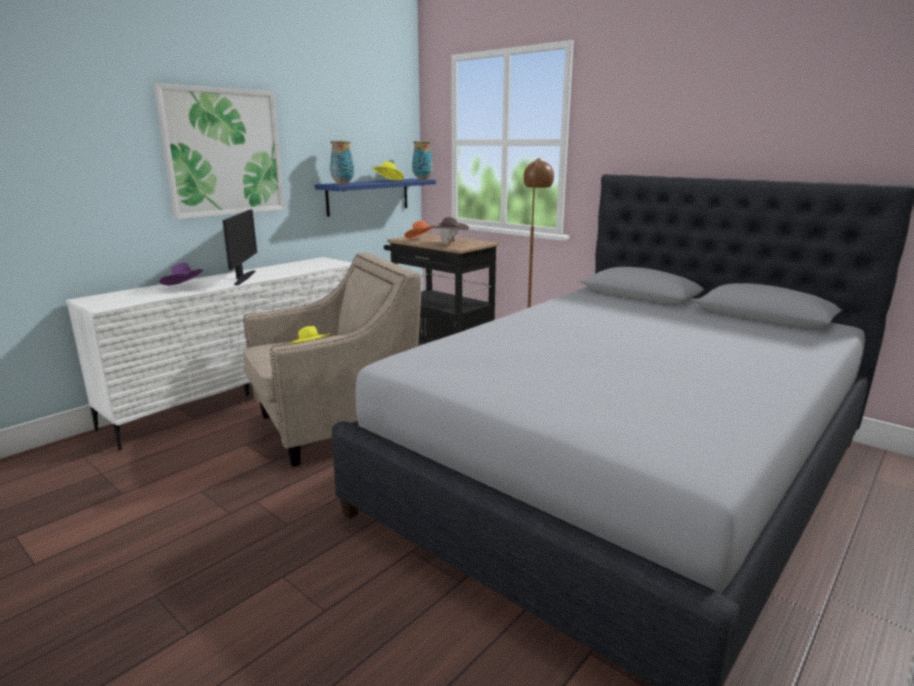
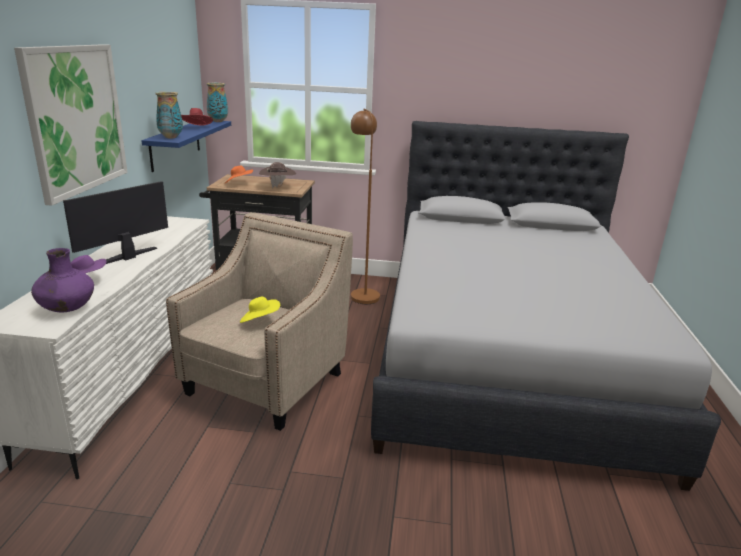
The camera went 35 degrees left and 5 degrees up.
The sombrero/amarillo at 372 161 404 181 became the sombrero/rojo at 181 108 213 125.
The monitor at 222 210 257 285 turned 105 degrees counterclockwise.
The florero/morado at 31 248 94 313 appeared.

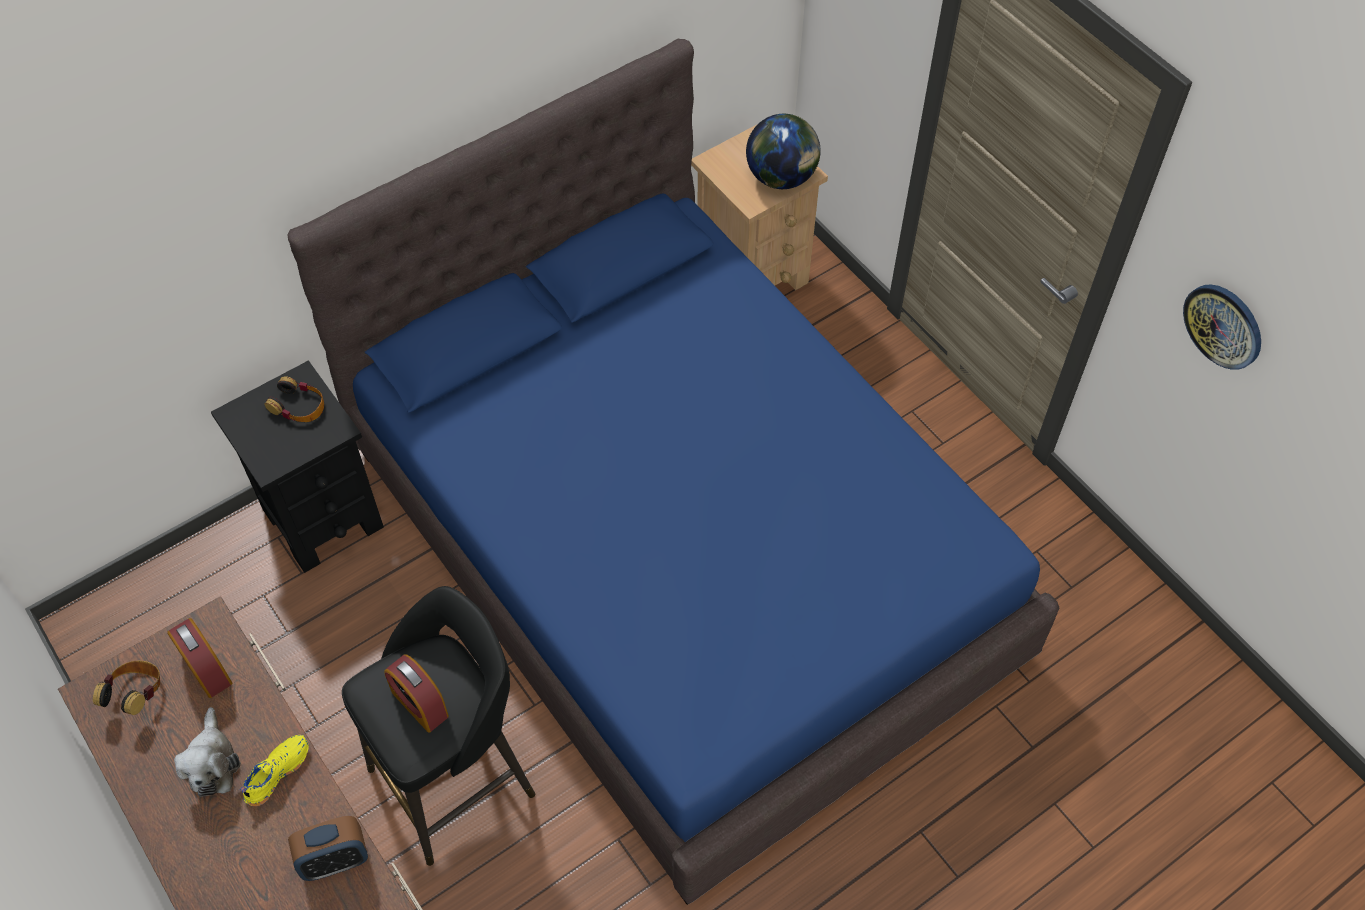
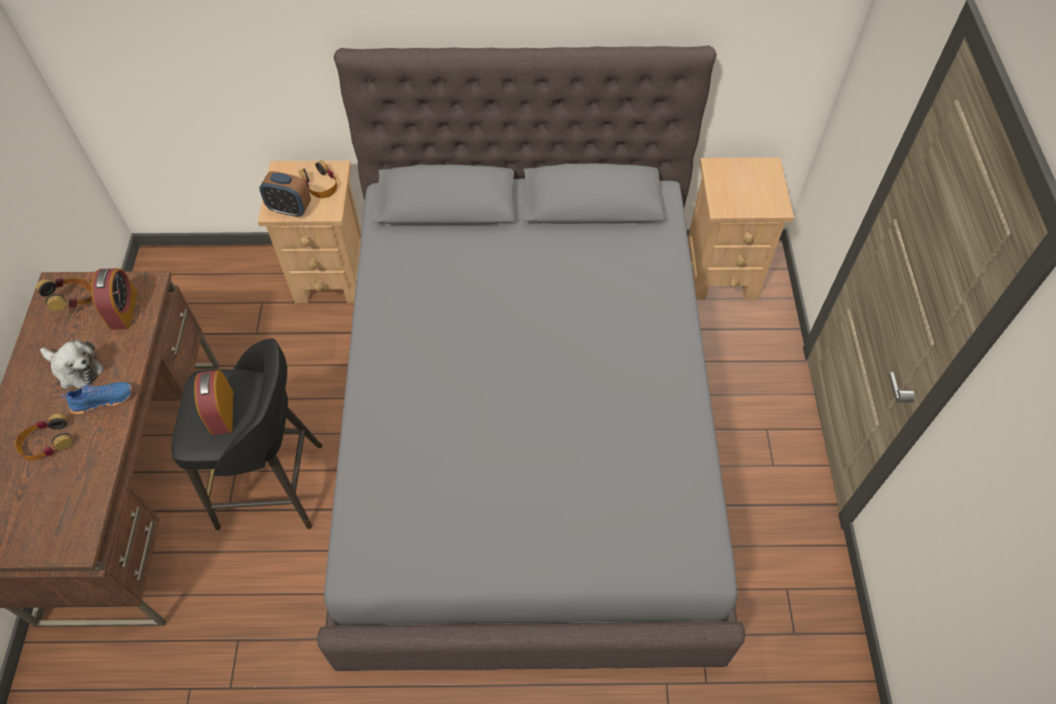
The camera went 35 degrees right and 0 degrees up.
The cama/azul at 288 38 1059 905 became the cama/gris at 317 45 745 671.
The globo terráqueo at 746 114 821 189 disappeared.
The reloj de pared at 1183 285 1261 370 disappeared.
The mesita de noche/negro at 211 360 384 573 became the mesita de noche/beis at 258 161 361 303.
The peluche at 174 707 241 797 turned 90 degrees counterclockwise.
The zapato/amarillo at 240 735 309 806 became the zapato/azul at 61 382 132 414.
The despertador moved from 288 816 368 881 to 259 171 311 217.
The auriculares at 15 414 73 460 appeared.

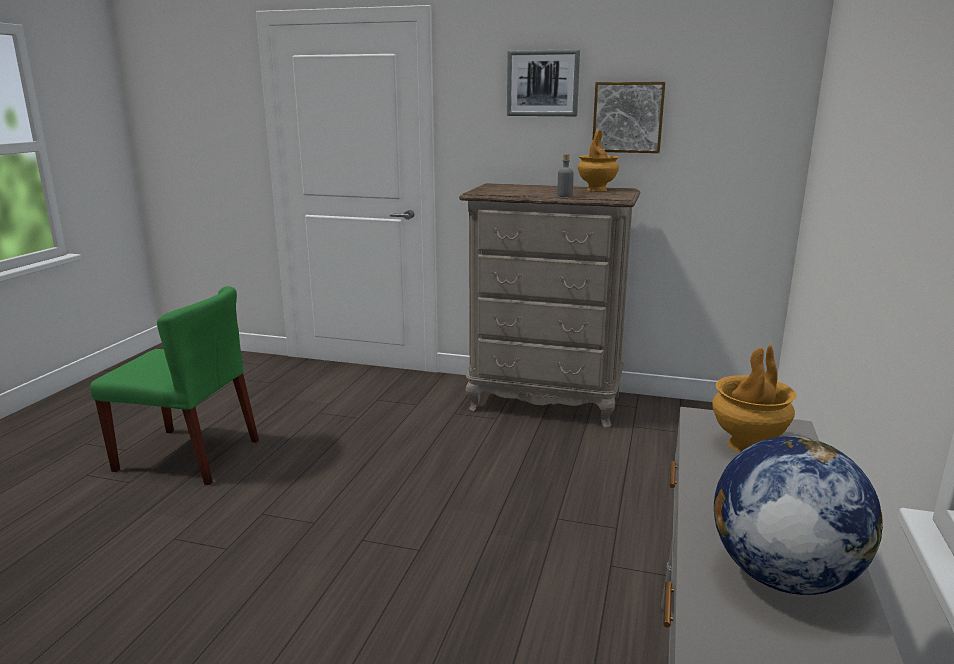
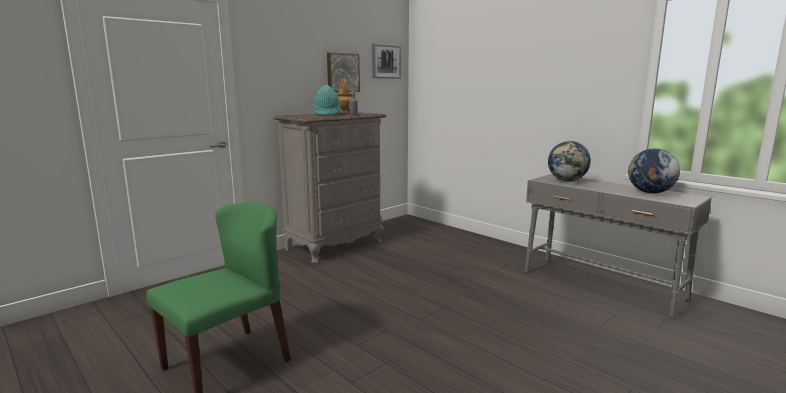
The camera went 60 degrees left and 5 degrees down.
The cuadro moved from 507 49 580 116 to 372 43 401 78.
The florero/marrón at 712 344 796 452 was replaced by the globo terráqueo at 548 141 591 181.
The sombrero/turquesa at 313 85 341 116 appeared.

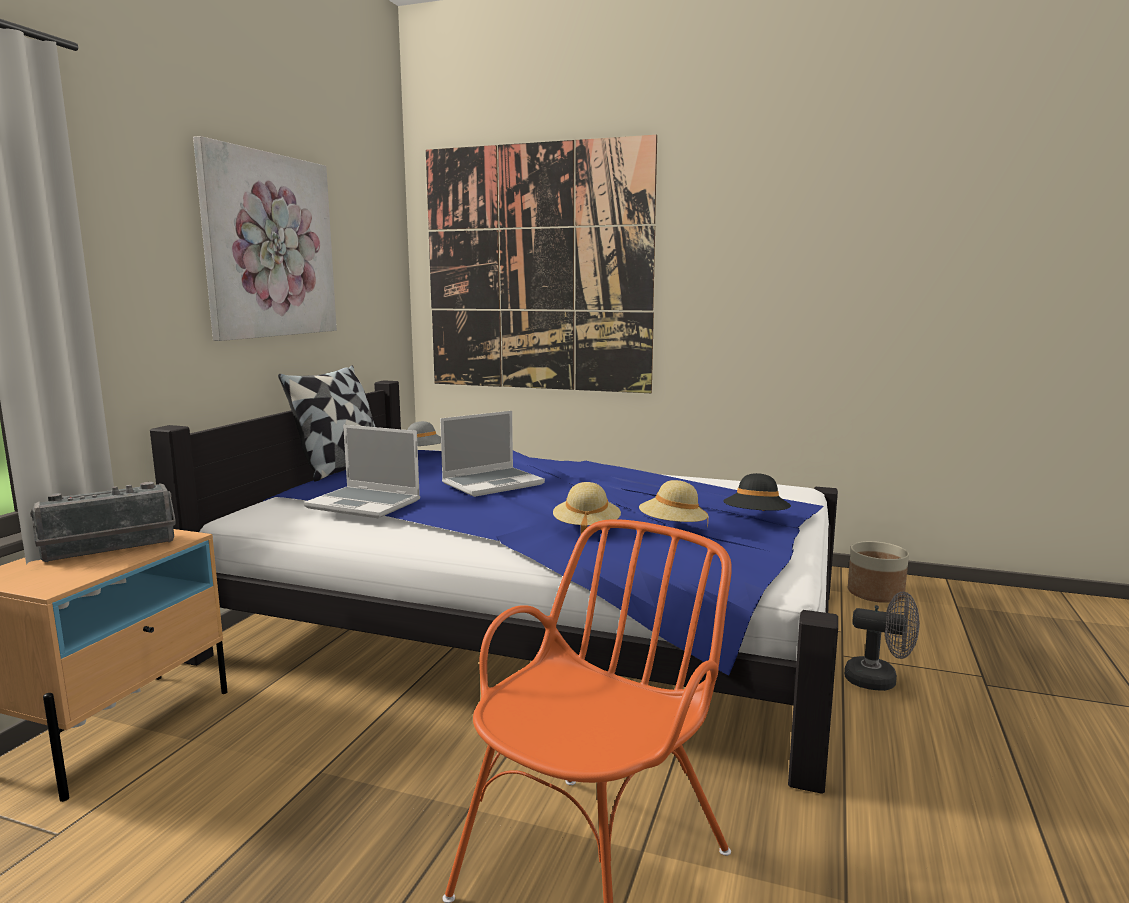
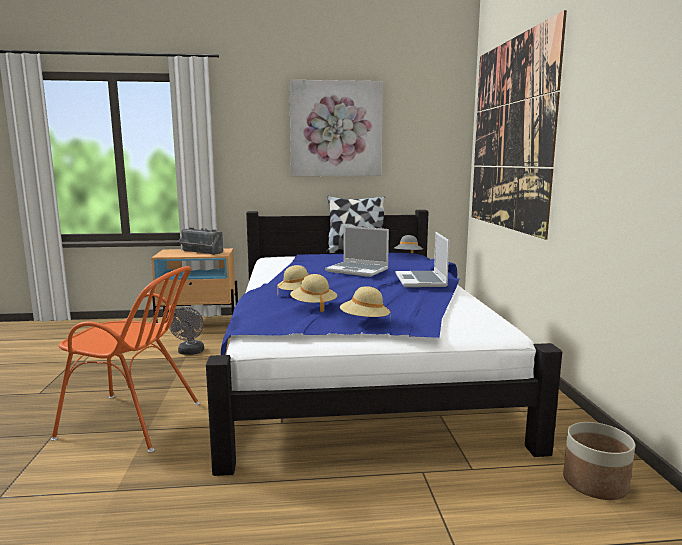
The camera went 65 degrees right and 0 degrees up.
The portátil moved from 304 424 420 518 to 395 232 449 287.
The sombrero/negro at 724 473 791 511 became the sombrero/beis at 340 286 391 322.
The ventilador/gris moved from 844 592 920 691 to 169 307 204 355.

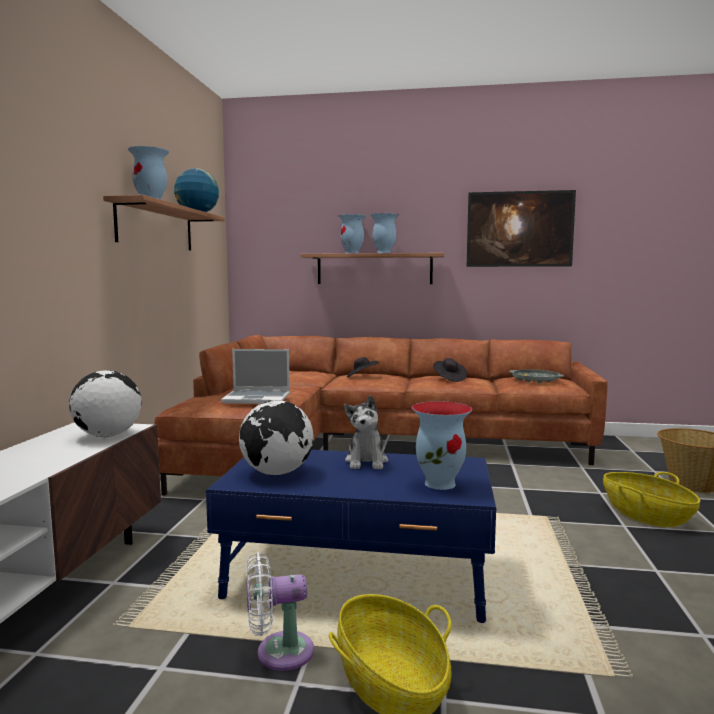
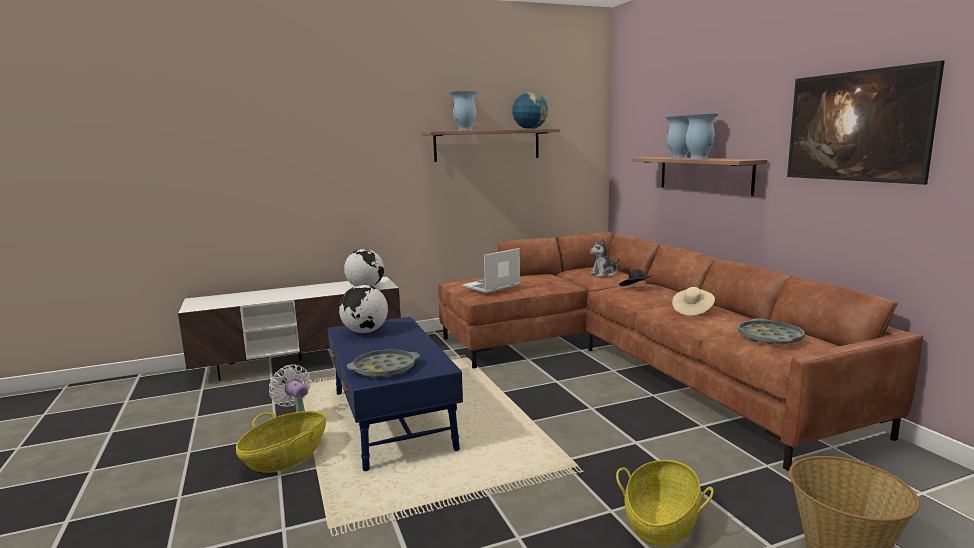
The camera went 60 degrees right and 5 degrees up.
The portátil at 221 349 290 404 turned 75 degrees clockwise.
The sombrero/negro at 433 358 467 382 became the sombrero/beis at 672 287 715 316.
The peluche moved from 344 395 388 469 to 589 239 619 277.
The florero at 412 401 472 490 was replaced by the bandeja/gris at 347 349 420 378.

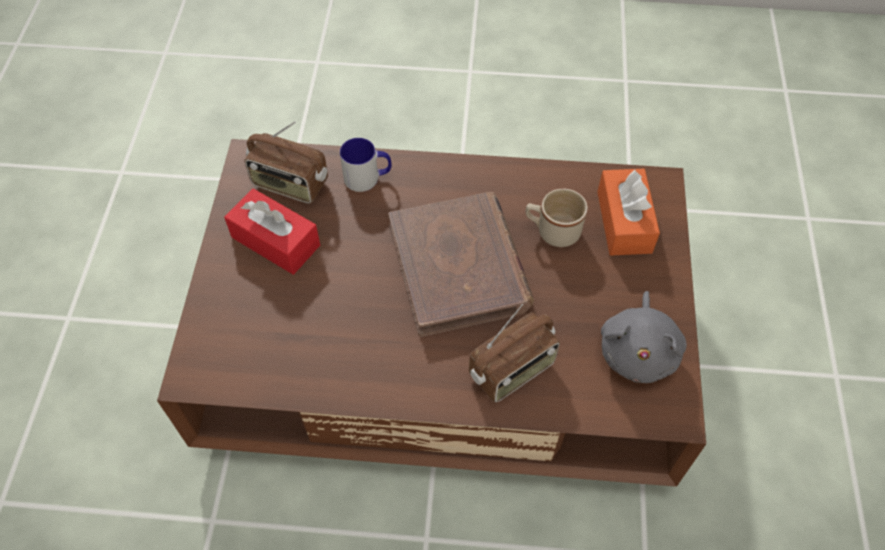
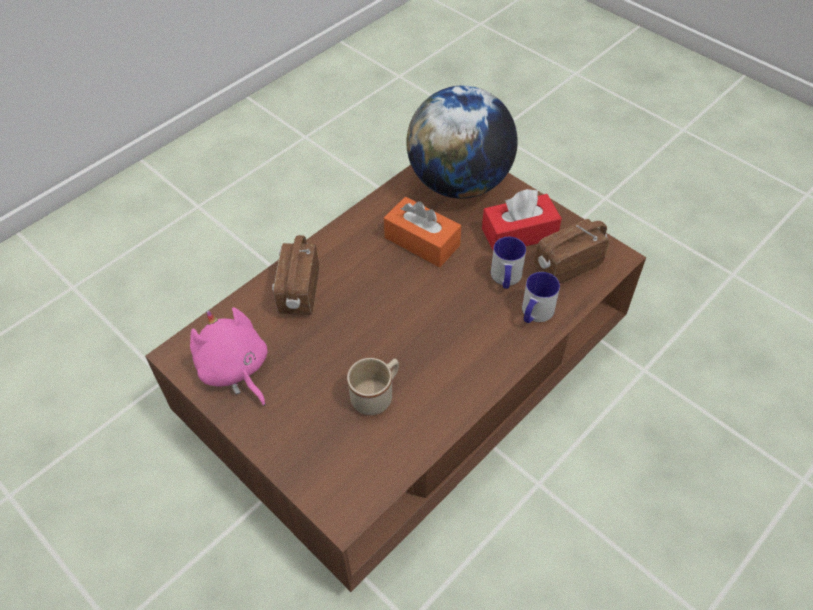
The camera went 130 degrees right and 5 degrees down.
The caja de pañuelos/naranja moved from 597 169 660 256 to 384 197 461 267.
The libro/marrón at 388 192 534 337 disappeared.
The peluche/gris at 601 291 687 383 became the peluche/rosa at 190 307 268 406.
The globo terráqueo at 406 85 518 199 appeared.
The taza grande at 491 237 526 289 appeared.

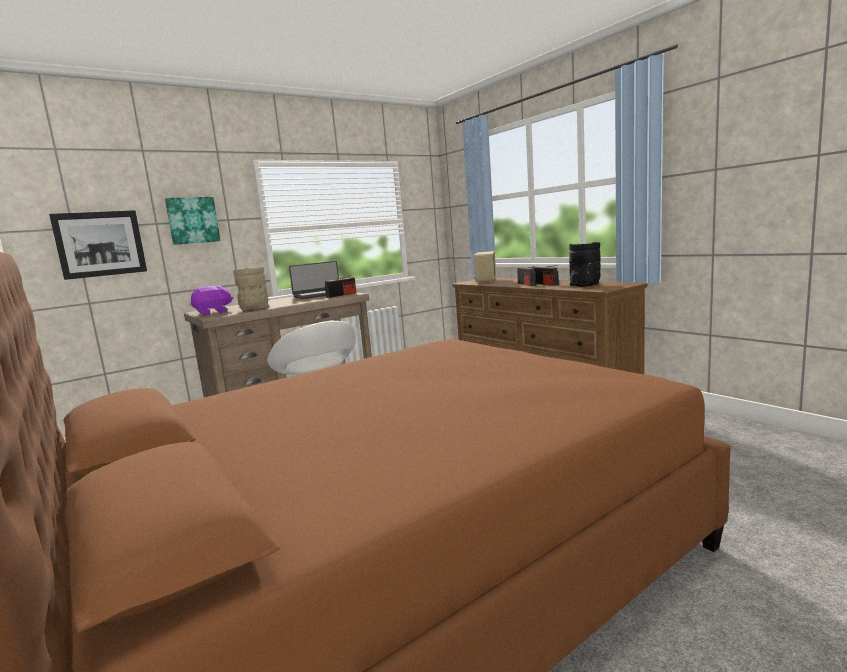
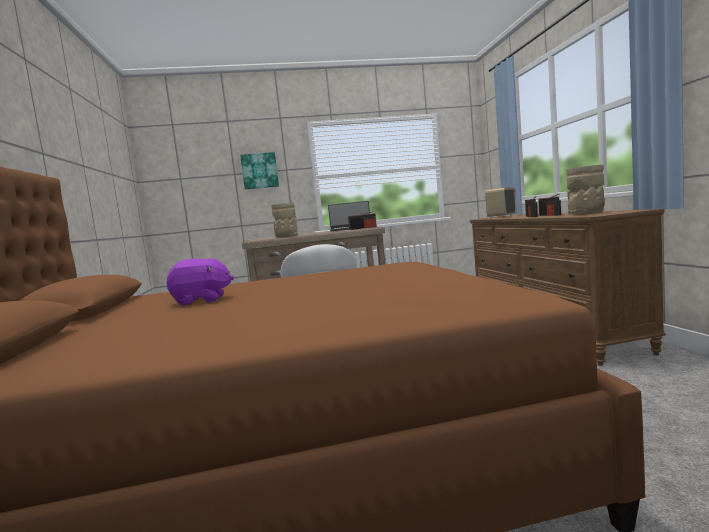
The camera went 25 degrees right and 5 degrees down.
The cuadro at 49 210 147 280 disappeared.
The florero/negro at 569 242 601 287 became the florero/beis at 566 165 605 215.
The peluche/morado moved from 190 286 233 315 to 166 258 234 305.

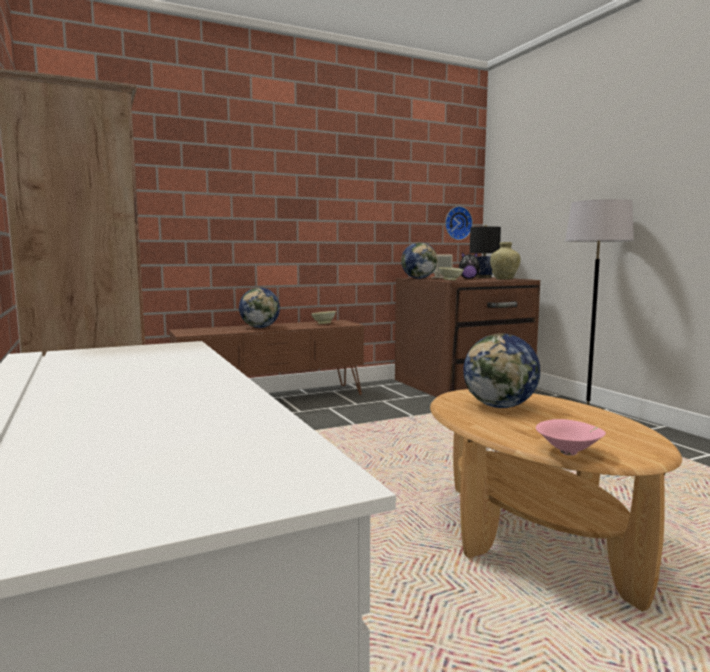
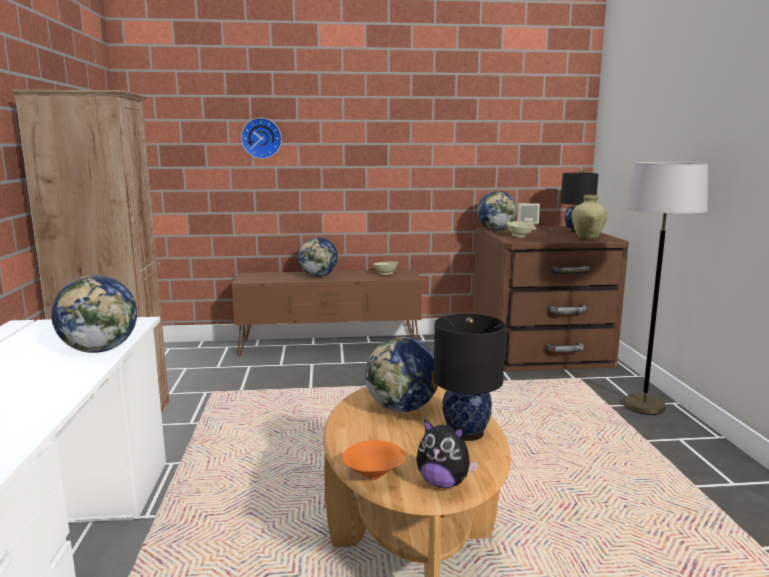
The camera went 20 degrees right and 5 degrees up.
The reloj de pared moved from 445 206 473 240 to 241 118 282 159.
The peluche moved from 459 252 481 279 to 416 419 478 488.
The cuenco/rosa at 536 419 606 456 became the cuenco/naranja at 342 440 406 480.
The globo terráqueo at 51 275 137 353 appeared.
The lámpara de mesa/negro at 434 314 506 441 appeared.

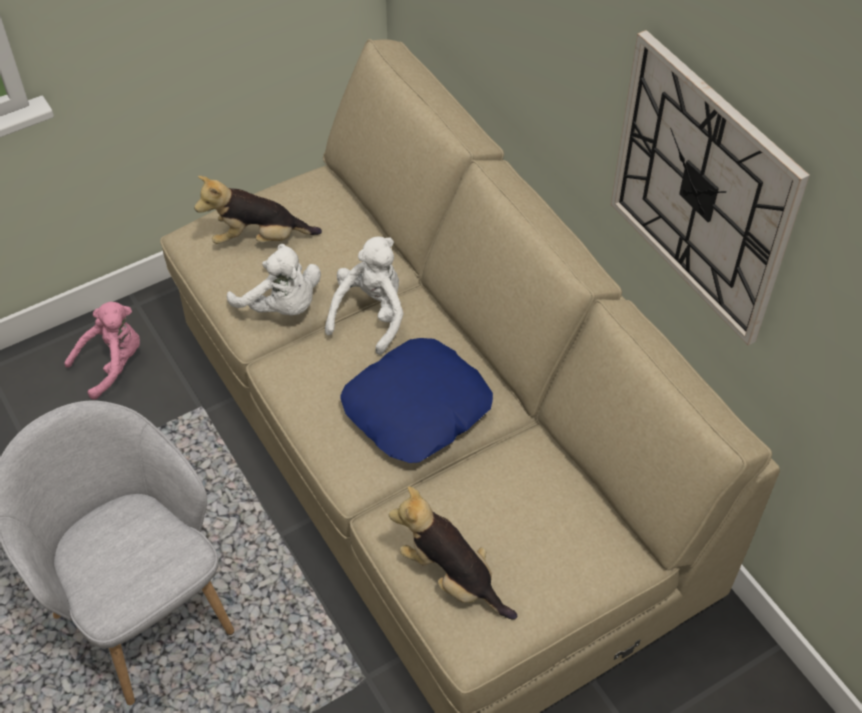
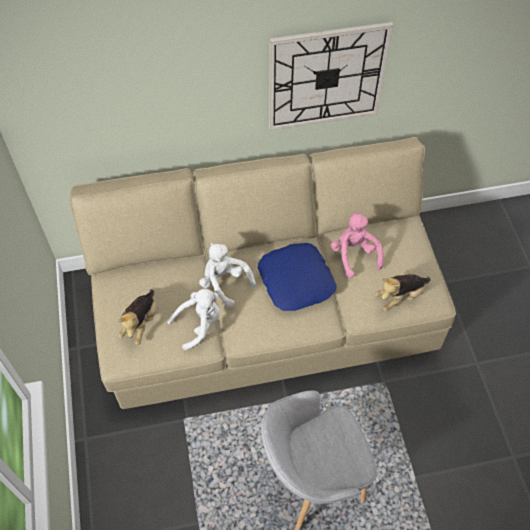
The camera went 70 degrees left and 5 degrees up.
The peluche/rosa moved from 65 302 140 400 to 331 211 383 278.

